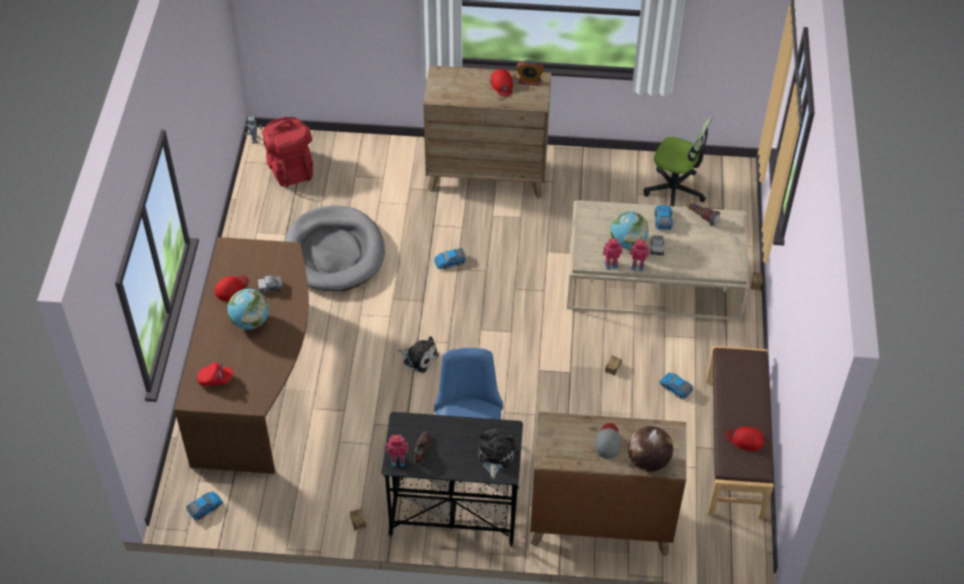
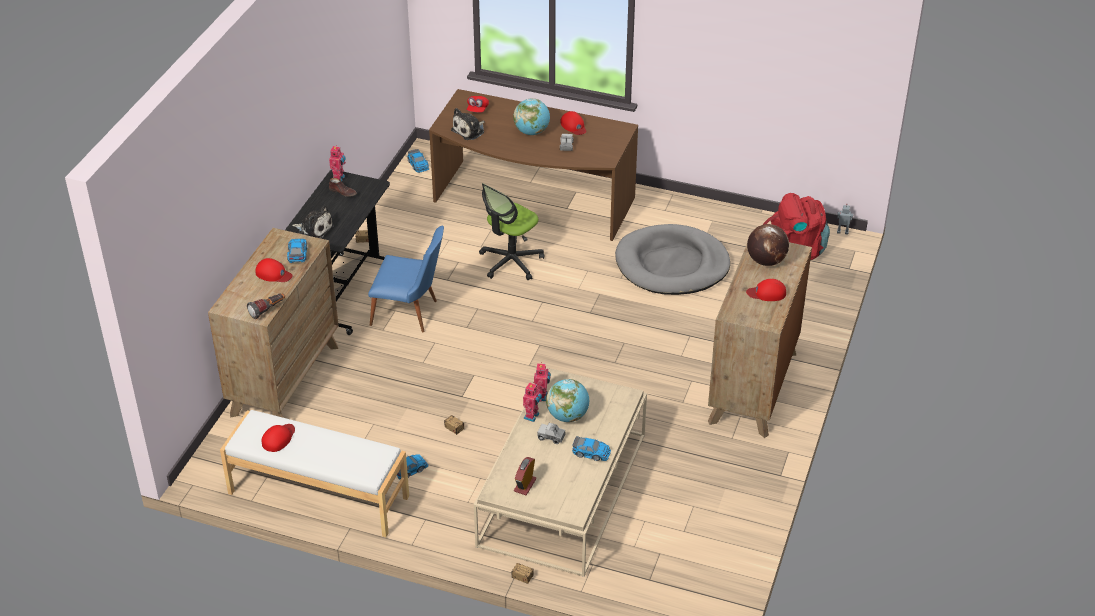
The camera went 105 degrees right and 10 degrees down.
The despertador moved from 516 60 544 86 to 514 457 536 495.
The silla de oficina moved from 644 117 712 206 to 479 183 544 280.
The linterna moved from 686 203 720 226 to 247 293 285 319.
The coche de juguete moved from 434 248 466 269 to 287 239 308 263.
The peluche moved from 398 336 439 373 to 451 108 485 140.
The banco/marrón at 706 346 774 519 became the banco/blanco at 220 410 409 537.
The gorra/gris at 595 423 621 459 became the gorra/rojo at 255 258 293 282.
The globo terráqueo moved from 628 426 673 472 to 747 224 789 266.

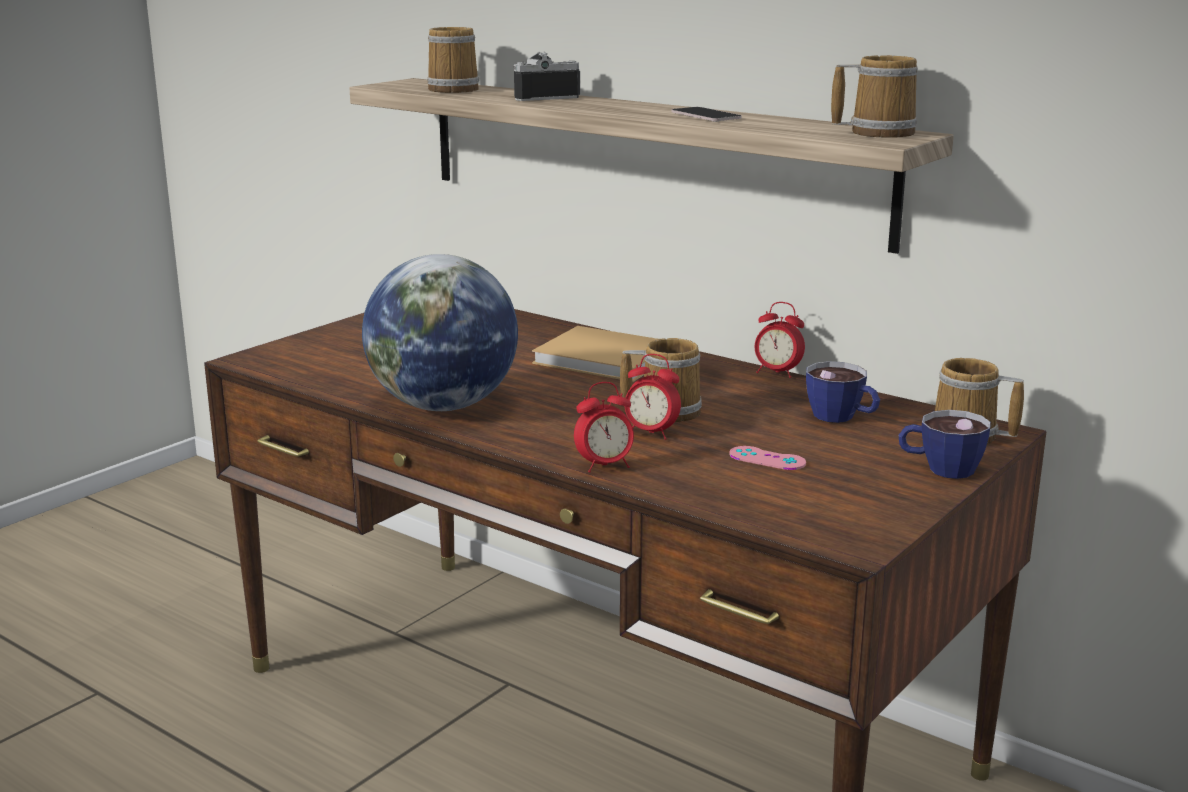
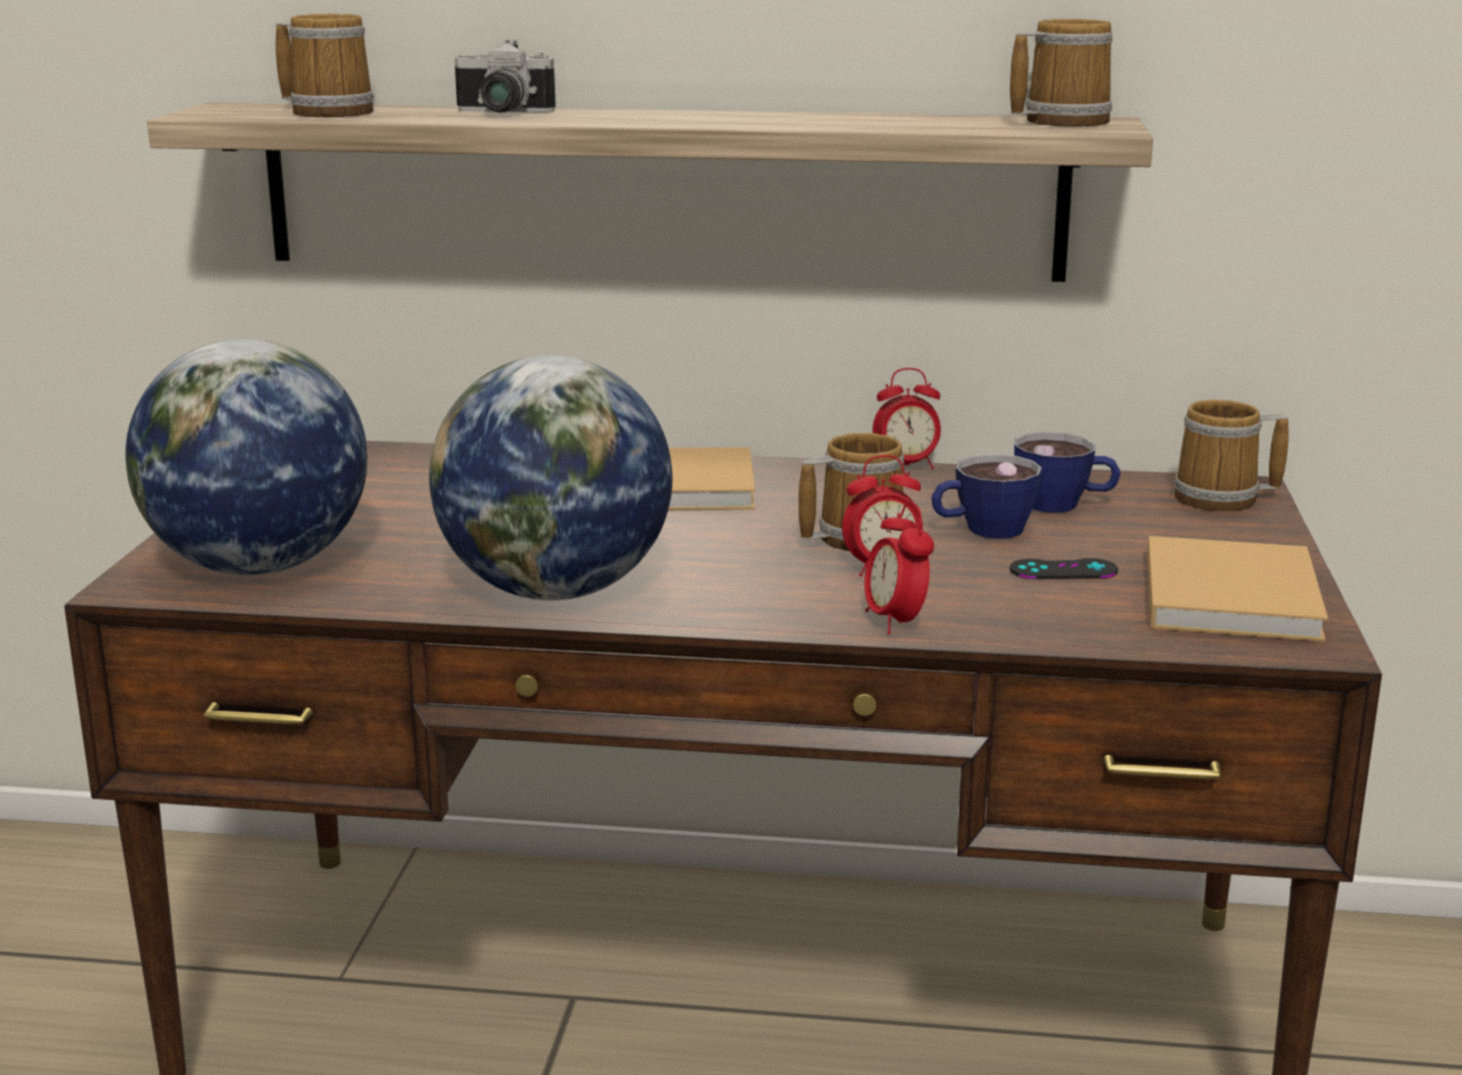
The camera went 30 degrees left and 0 degrees up.
The cámara at 514 52 580 101 turned 120 degrees counterclockwise.
The móvil at 672 107 742 122 disappeared.
The despertador at 574 382 634 472 turned 120 degrees clockwise.
The taza moved from 899 410 991 479 to 931 454 1042 539.
The mando de consola/rosa at 729 446 806 470 became the mando de consola/negro at 1010 558 1118 579.
The globo terráqueo at 125 339 367 575 appeared.
The libro/beis at 1147 536 1328 642 appeared.

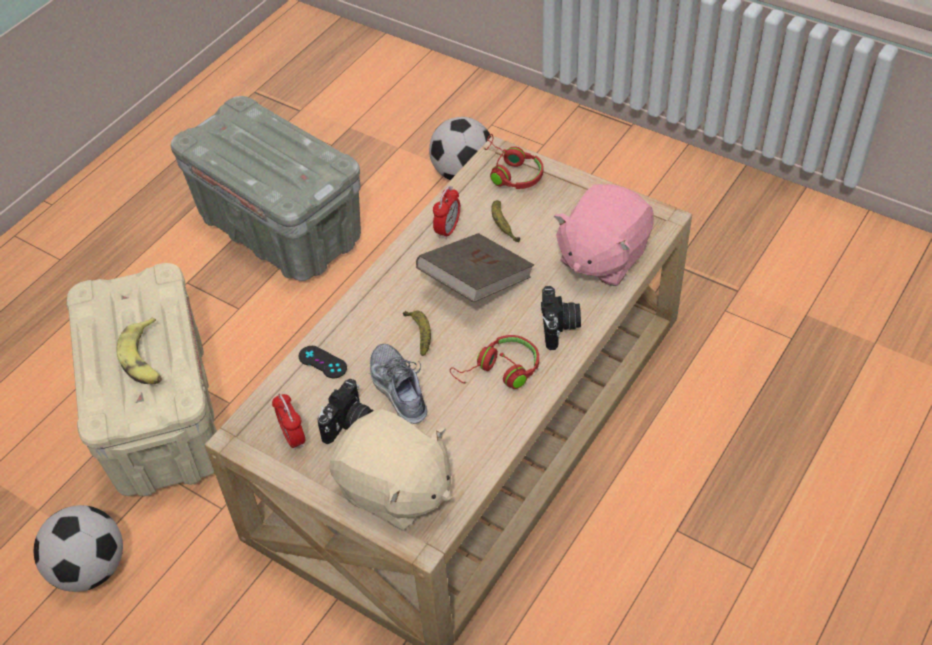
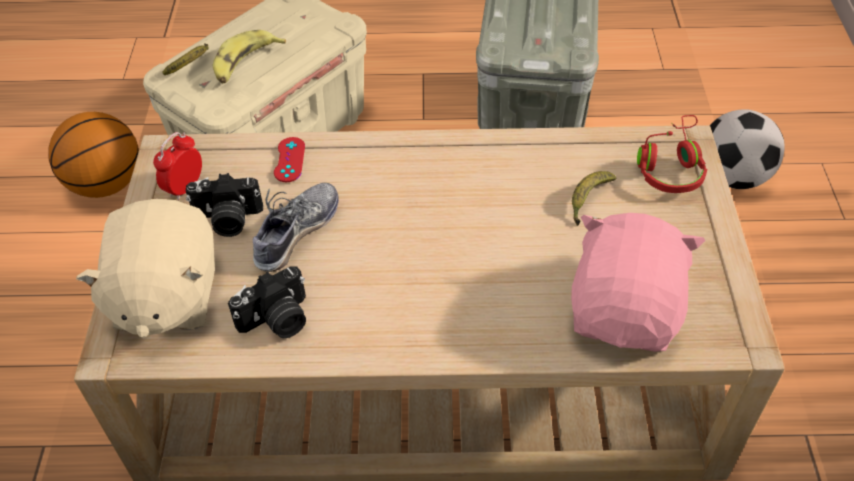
The camera went 55 degrees right and 0 degrees up.
The peluche/rosa at 554 184 654 286 turned 105 degrees clockwise.
The despertador at 433 186 460 240 disappeared.
The libro/marrón at 416 233 534 302 disappeared.
The cámara moved from 541 286 581 350 to 228 266 306 338.
The plátano moved from 403 311 431 356 to 162 43 209 75.
The auriculares/rojo at 450 335 539 389 disappeared.
The mando de consola/negro at 299 346 347 378 became the mando de consola/rojo at 274 137 305 182.
The balón de fútbol at 34 505 123 592 was replaced by the balón de baloncesto at 48 112 139 198.

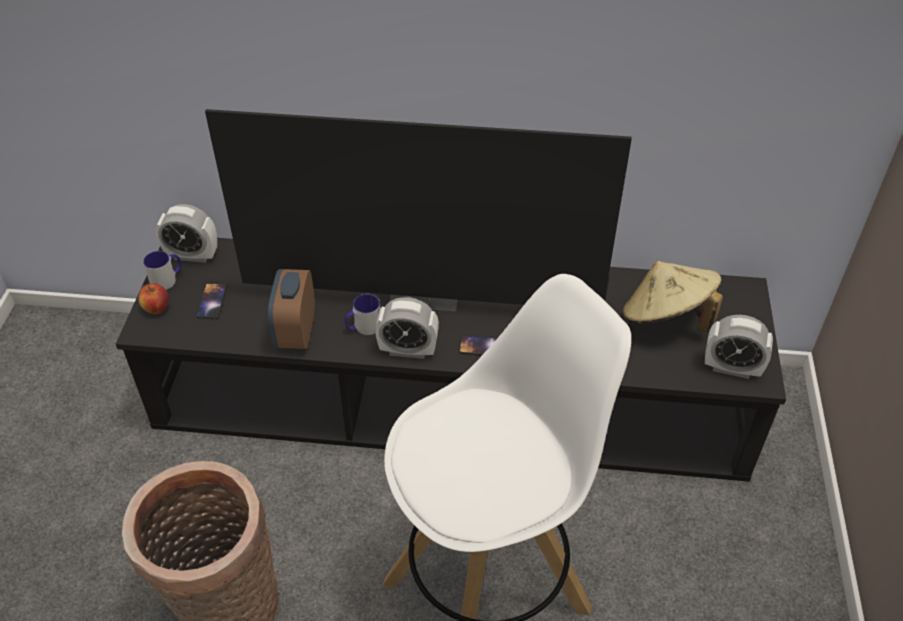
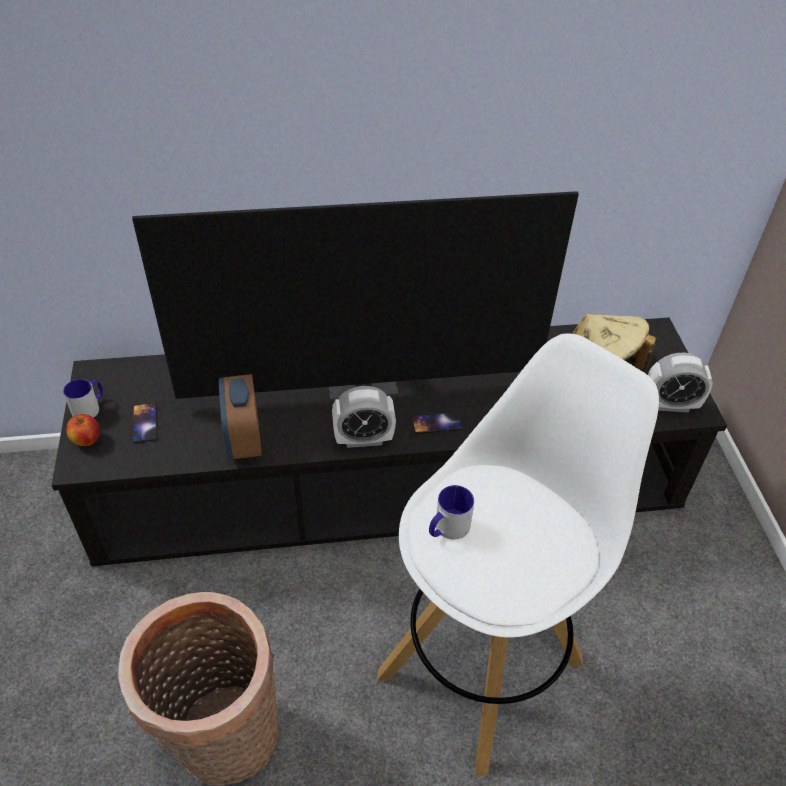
The camera went 15 degrees left and 0 degrees up.
The despertador at 156 204 217 263 disappeared.
The taza grande moved from 345 294 380 335 to 429 485 474 540.

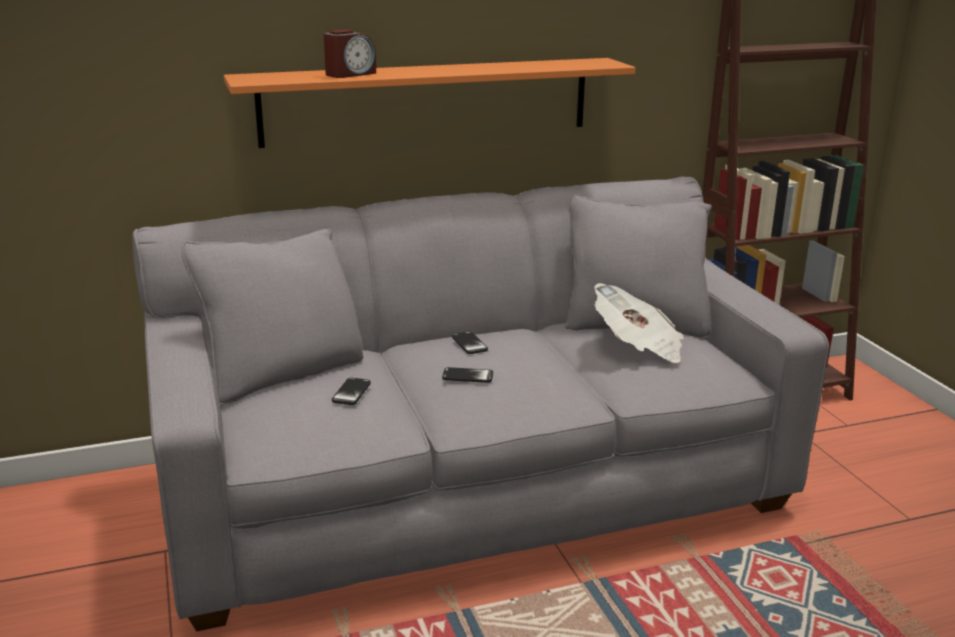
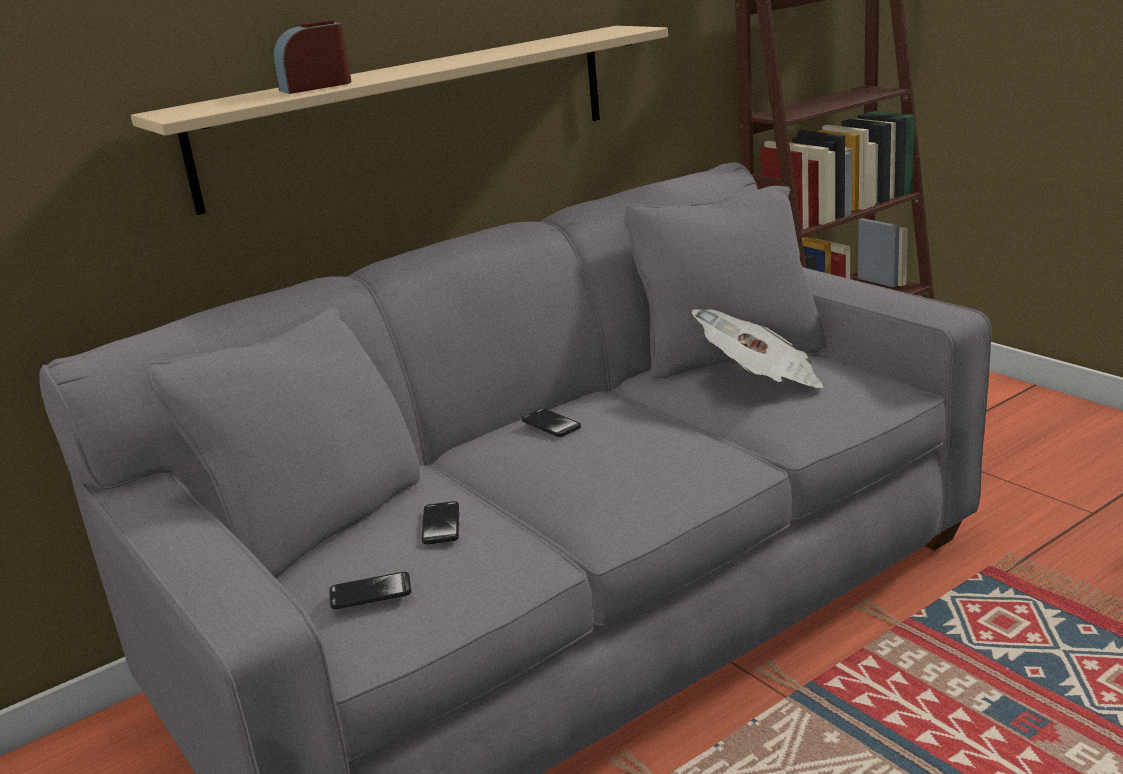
The camera went 15 degrees left and 0 degrees up.
The despertador at 324 29 376 78 turned 150 degrees counterclockwise.
The estante/naranja at 224 58 635 148 became the estante/beis at 131 25 668 215.
The móvil moved from 442 367 493 383 to 330 572 412 609.

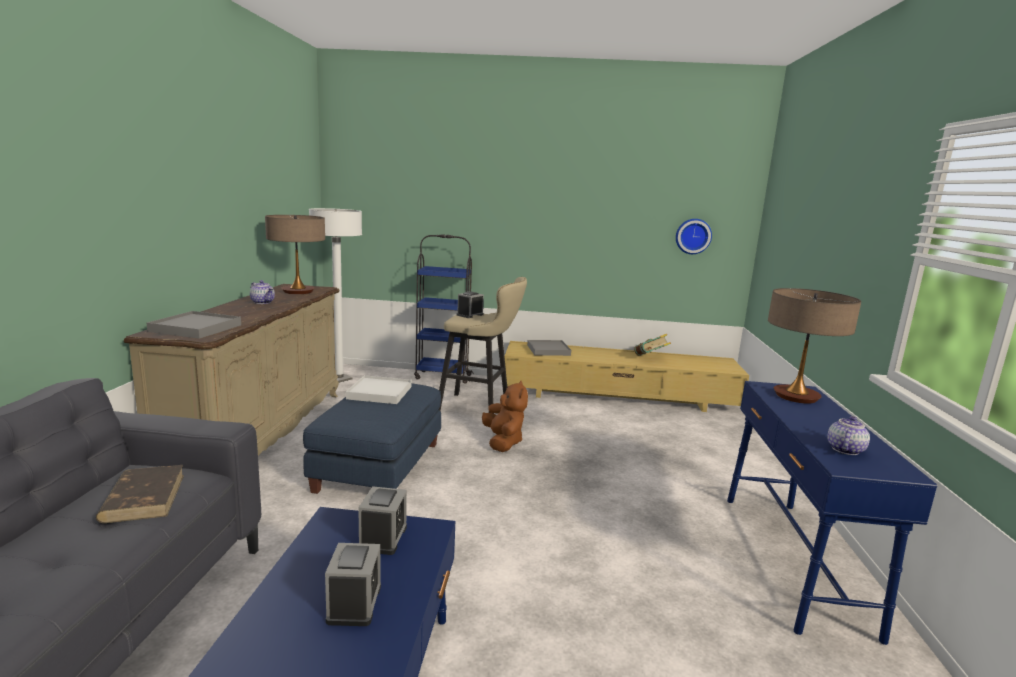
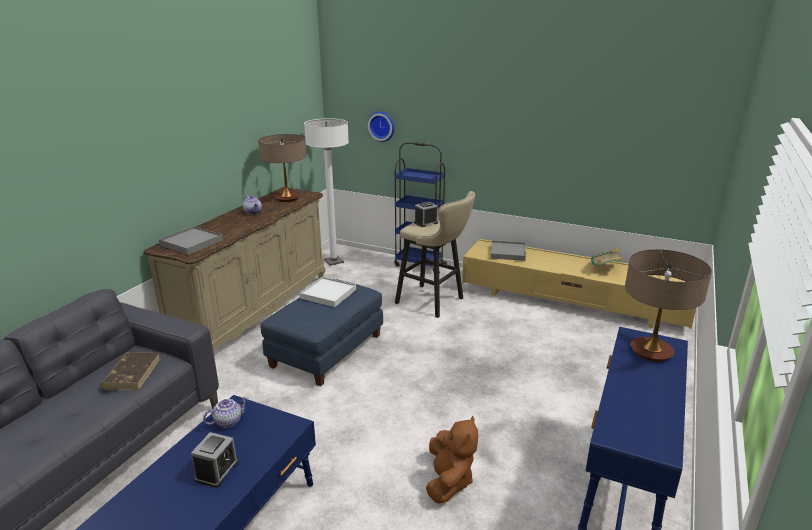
The camera went 20 degrees right and 10 degrees up.
The reloj de pared moved from 676 219 712 254 to 368 112 395 142.
The peluche/marrón moved from 482 380 528 452 to 426 416 478 504.
The tetera moved from 827 416 870 455 to 203 397 248 428.
The despertador at 358 486 407 555 disappeared.

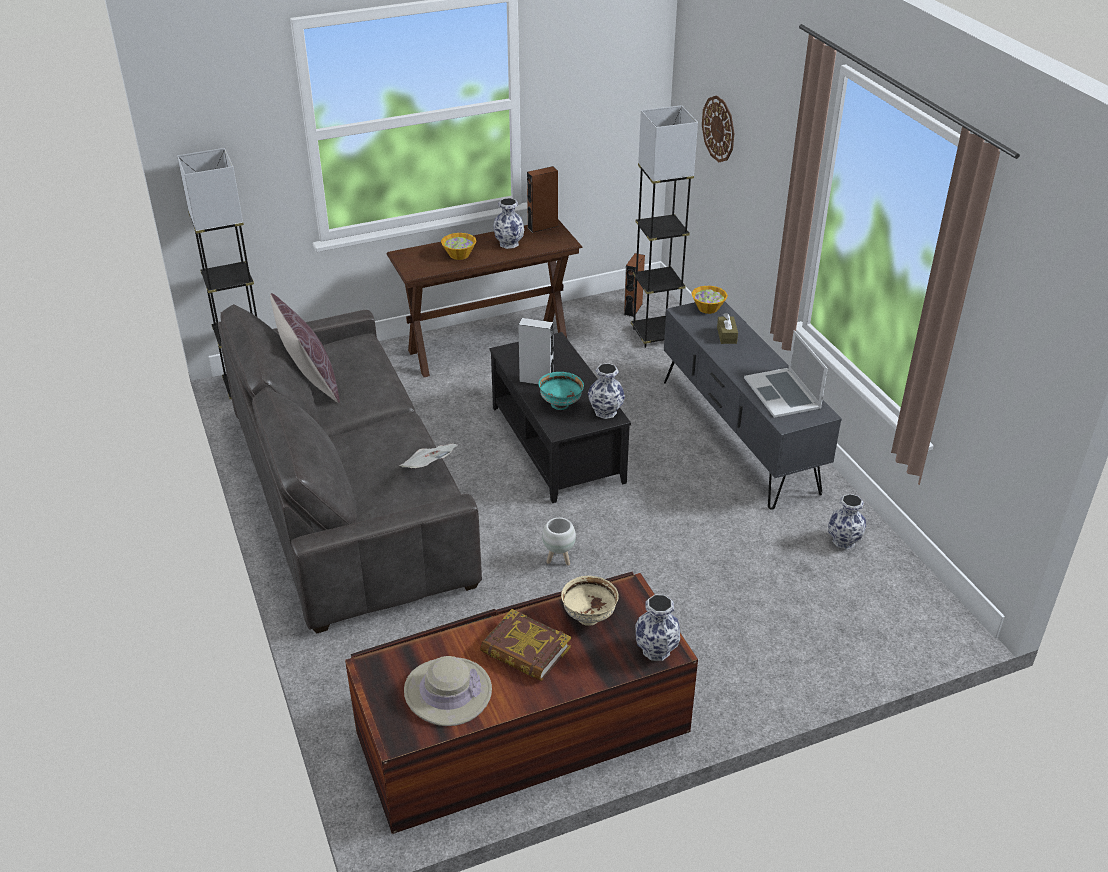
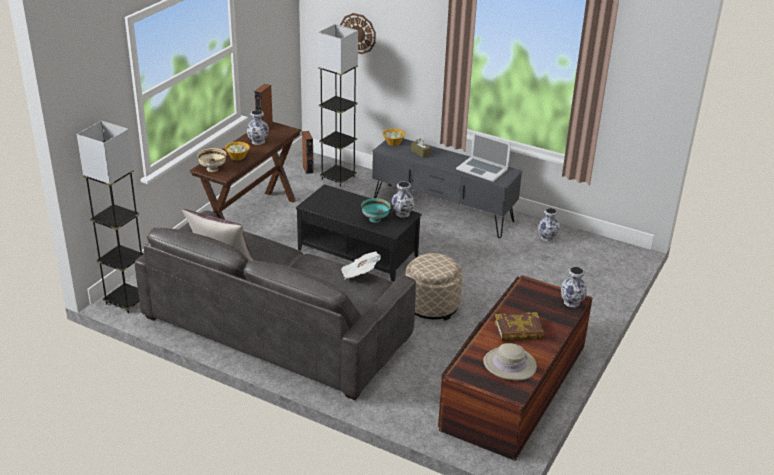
The camera went 40 degrees left and 5 degrees down.
The altavoz/gris at 518 318 554 385 disappeared.
The maceta/blanco at 542 517 576 566 was replaced by the puf/beis at 405 253 463 320.
The cuenco/beis moved from 561 576 619 626 to 197 148 227 172.

